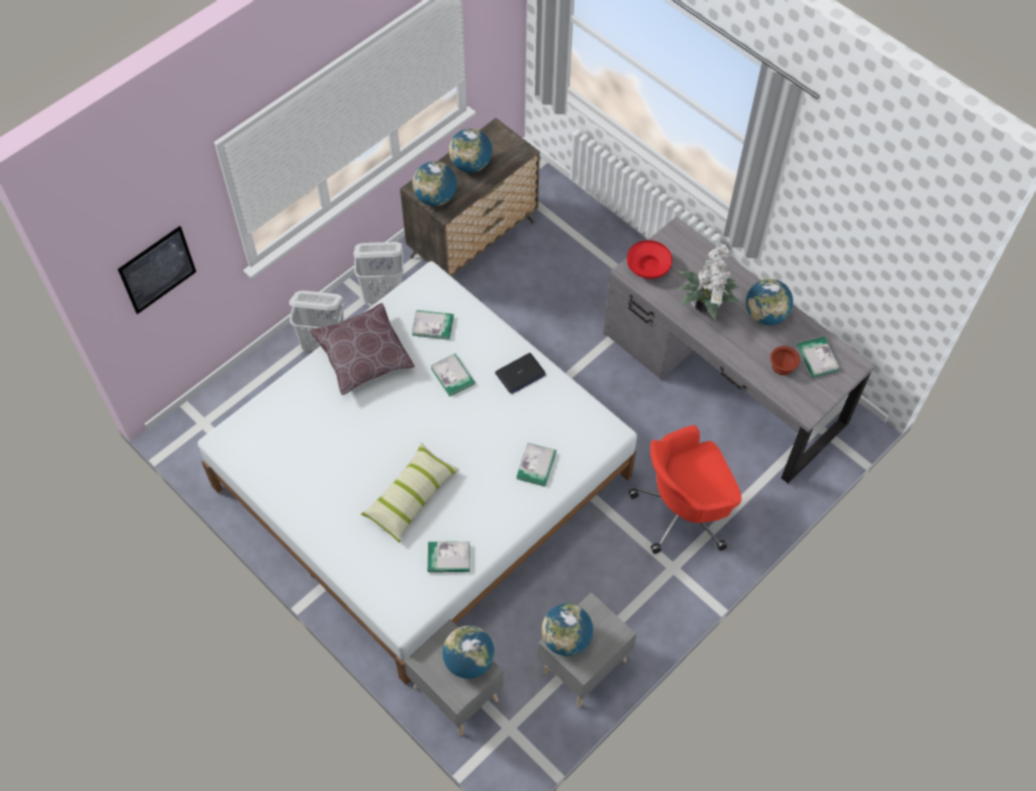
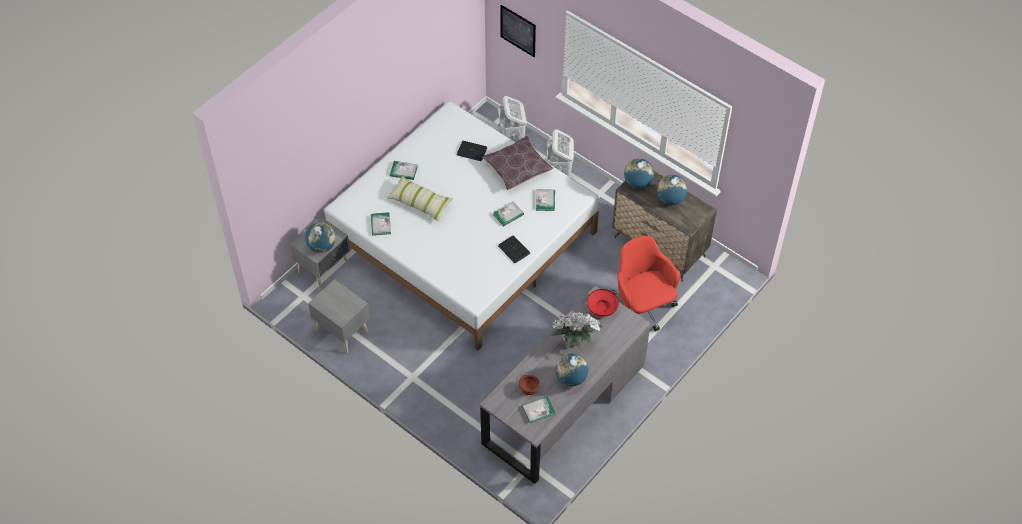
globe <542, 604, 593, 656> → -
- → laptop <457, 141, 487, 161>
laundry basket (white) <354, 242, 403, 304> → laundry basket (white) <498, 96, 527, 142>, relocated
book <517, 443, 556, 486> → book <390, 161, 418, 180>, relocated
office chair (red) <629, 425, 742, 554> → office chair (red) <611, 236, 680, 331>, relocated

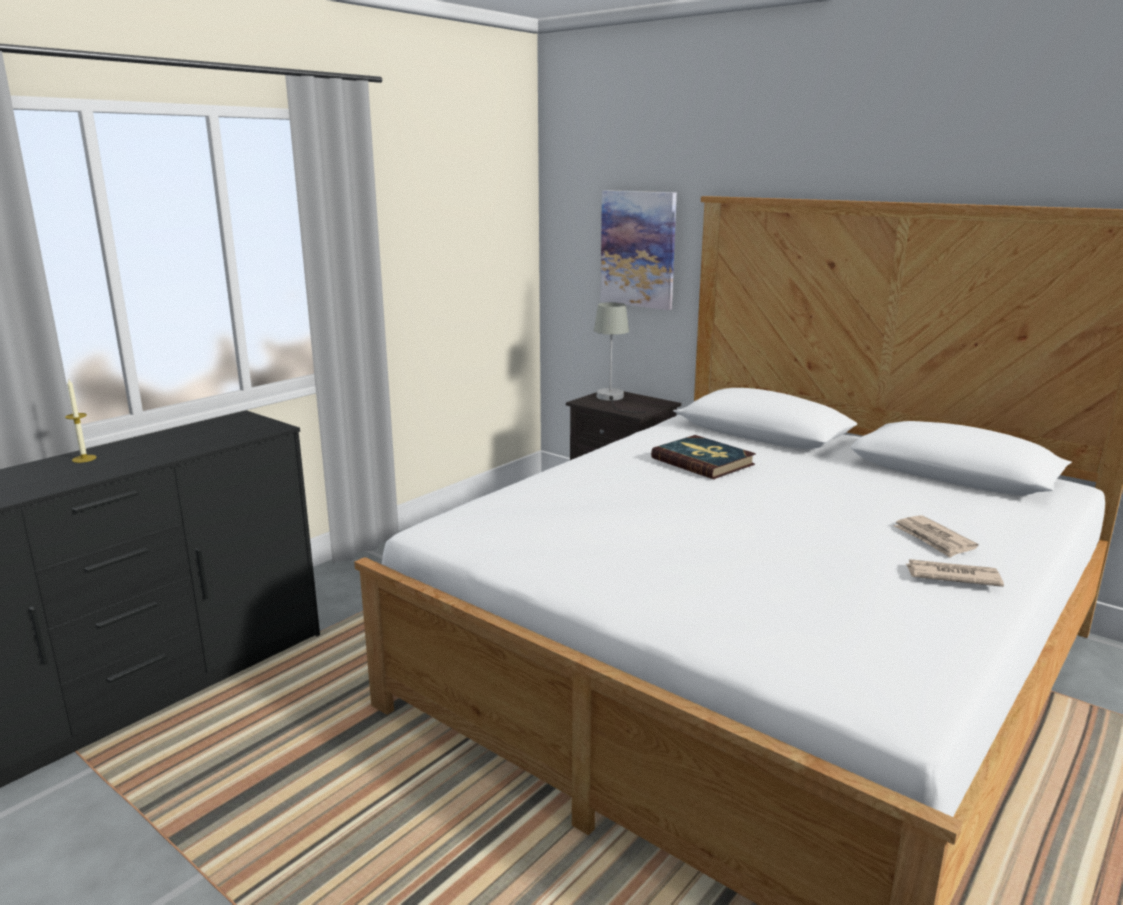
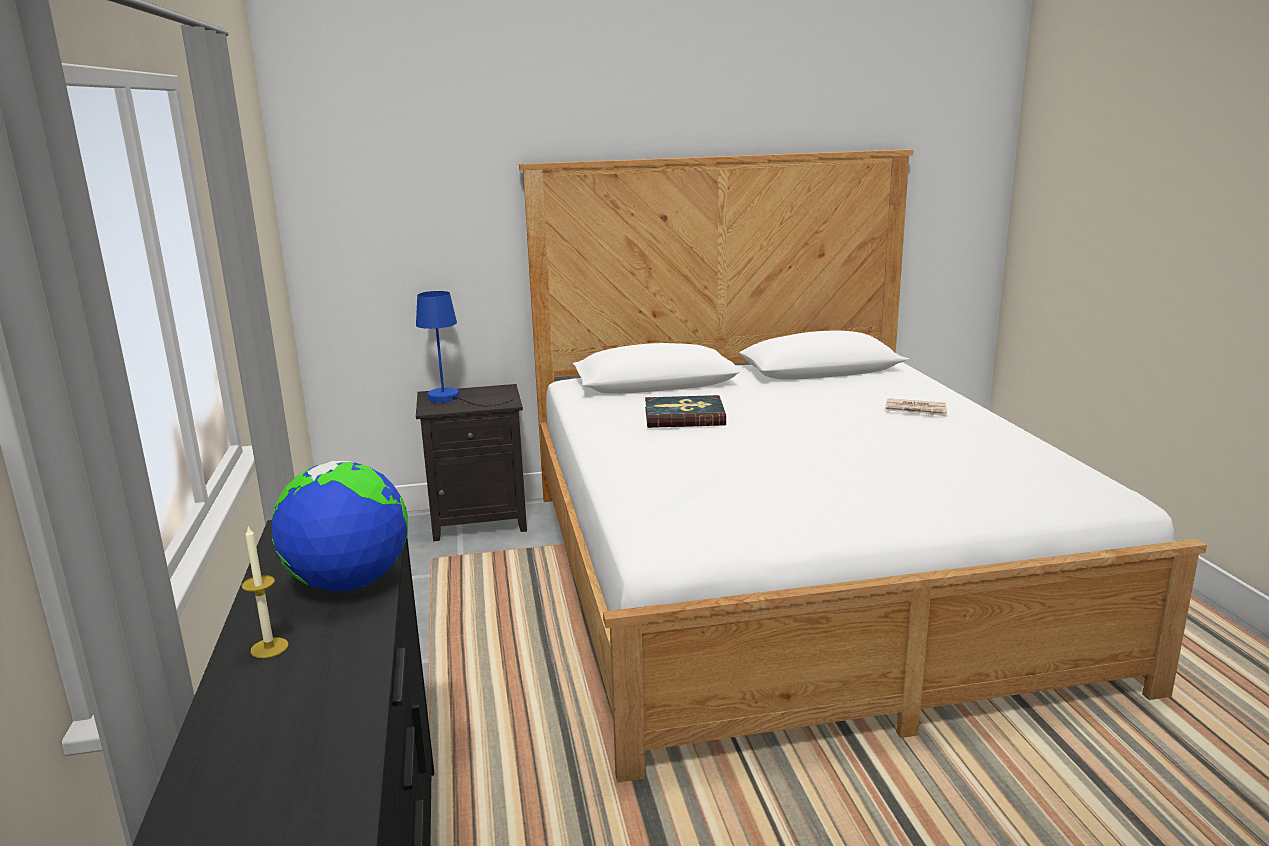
picture <600, 190, 677, 310> → -
newspaper <906, 559, 1004, 587> → -
- → globe <272, 461, 408, 591>
table lamp (grey) <594, 302, 646, 413> → table lamp (blue) <416, 291, 513, 406>

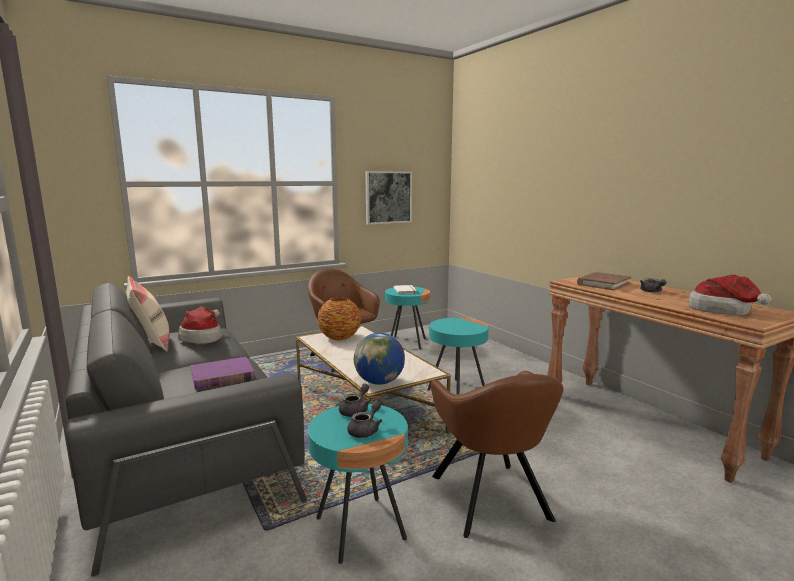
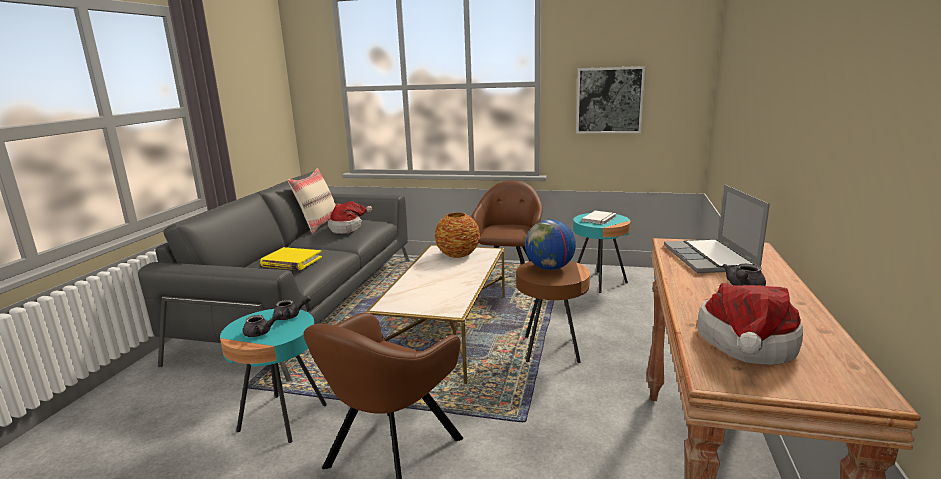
globe <354, 333, 405, 385> → globe <525, 220, 576, 270>, relocated
book (brown) <577, 272, 631, 291> → laptop <664, 185, 770, 273>
book (purple) <191, 357, 255, 390> → book (yellow) <260, 247, 322, 270>
side table (turquoise) <427, 318, 489, 395> → side table (brown) <516, 261, 590, 363>

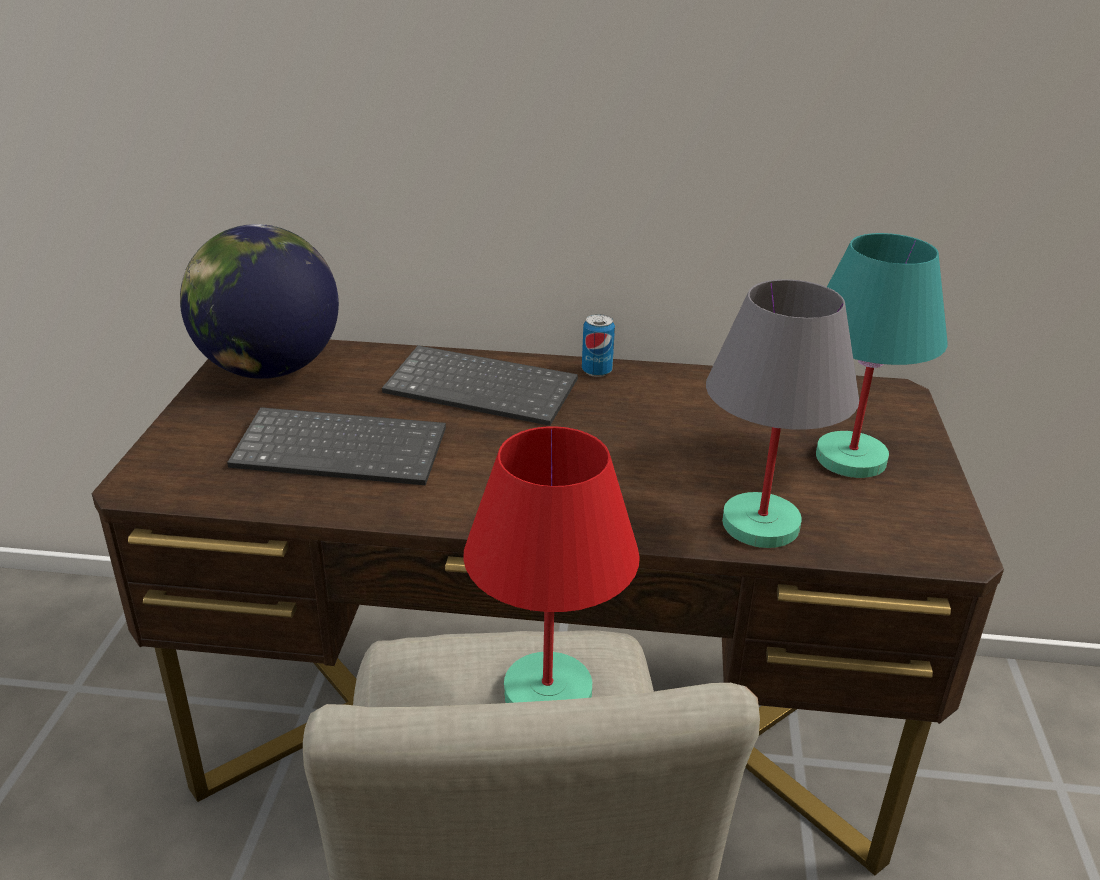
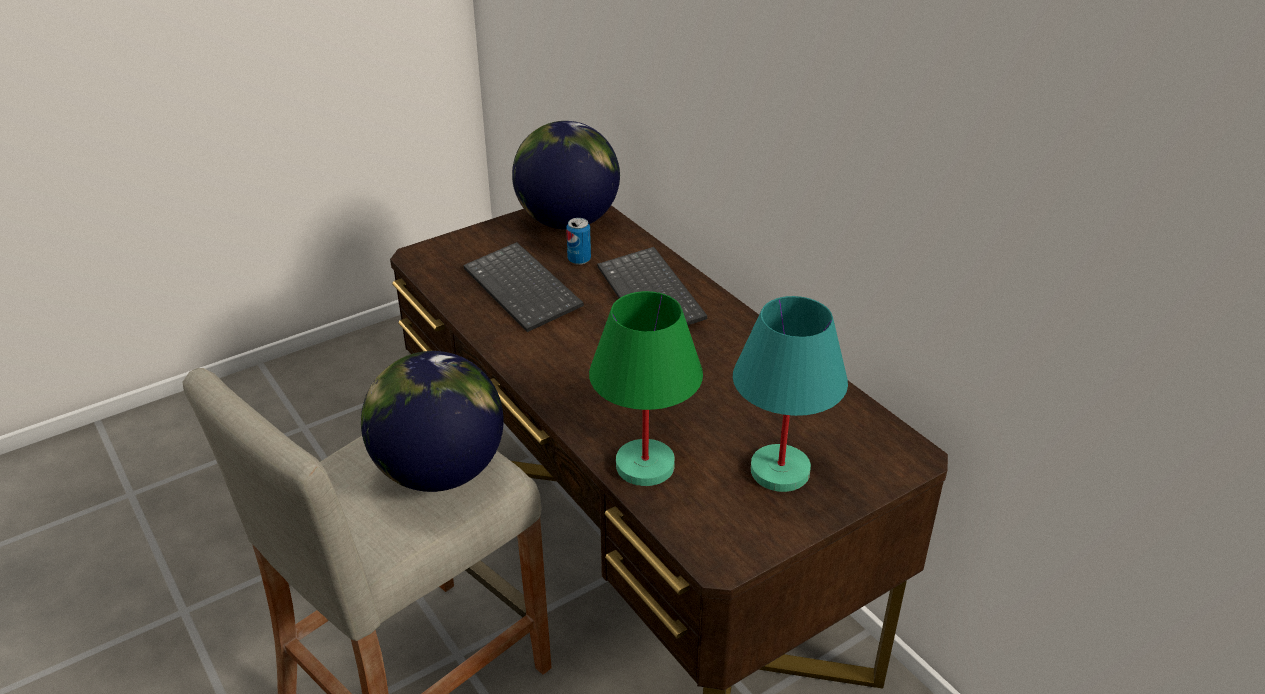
can <582, 314, 615, 377> → can <566, 218, 591, 265>, relocated
table lamp (red) <463, 426, 640, 703> → globe <361, 351, 504, 492>
table lamp (grey) <706, 279, 859, 548> → table lamp (green) <589, 291, 703, 486>

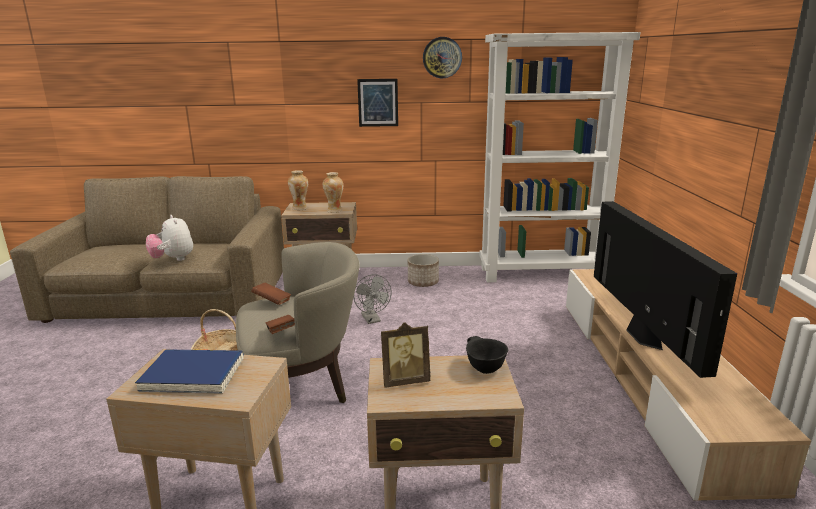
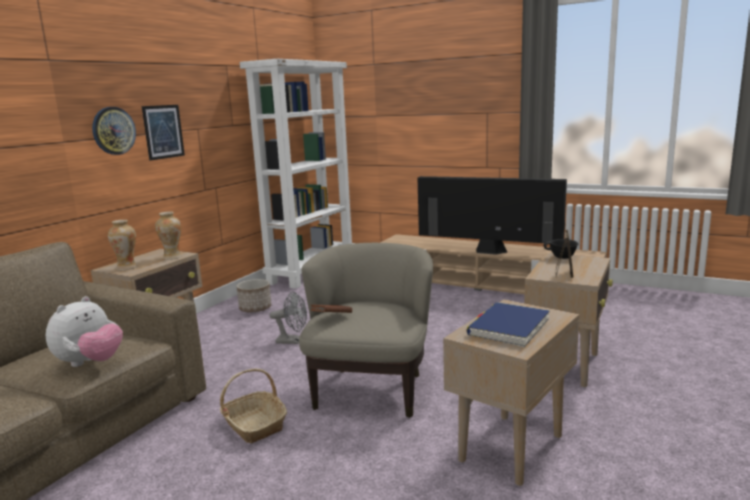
book (brown) <266, 315, 295, 334> → -
wall clock <423, 37, 462, 78> → wall clock <92, 107, 136, 155>, relocated
plush toy <146, 215, 193, 261> → plush toy <46, 296, 123, 367>, 60 degrees counterclockwise

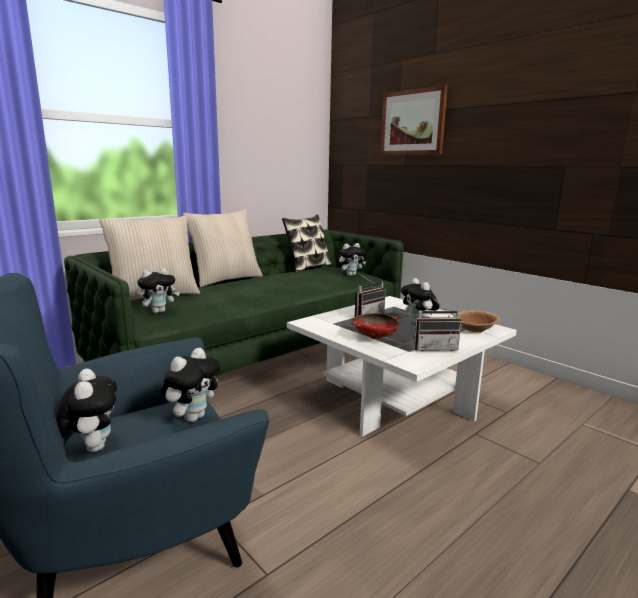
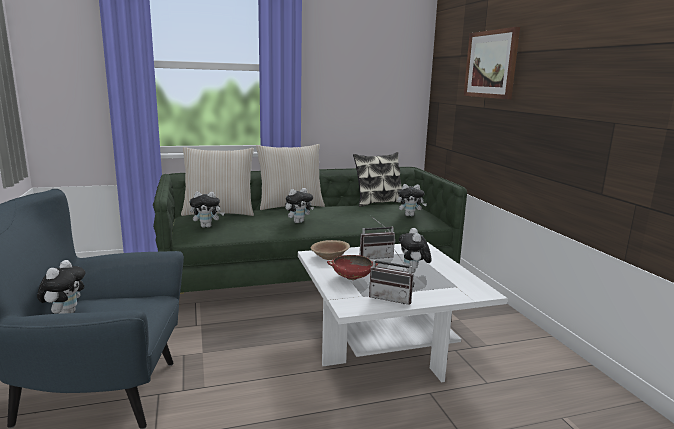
plush toy <161, 348, 220, 422> → plush toy <285, 188, 314, 223>, relocated
bowl (brown) <454, 310, 500, 332> → bowl (brown) <311, 240, 350, 260>, relocated

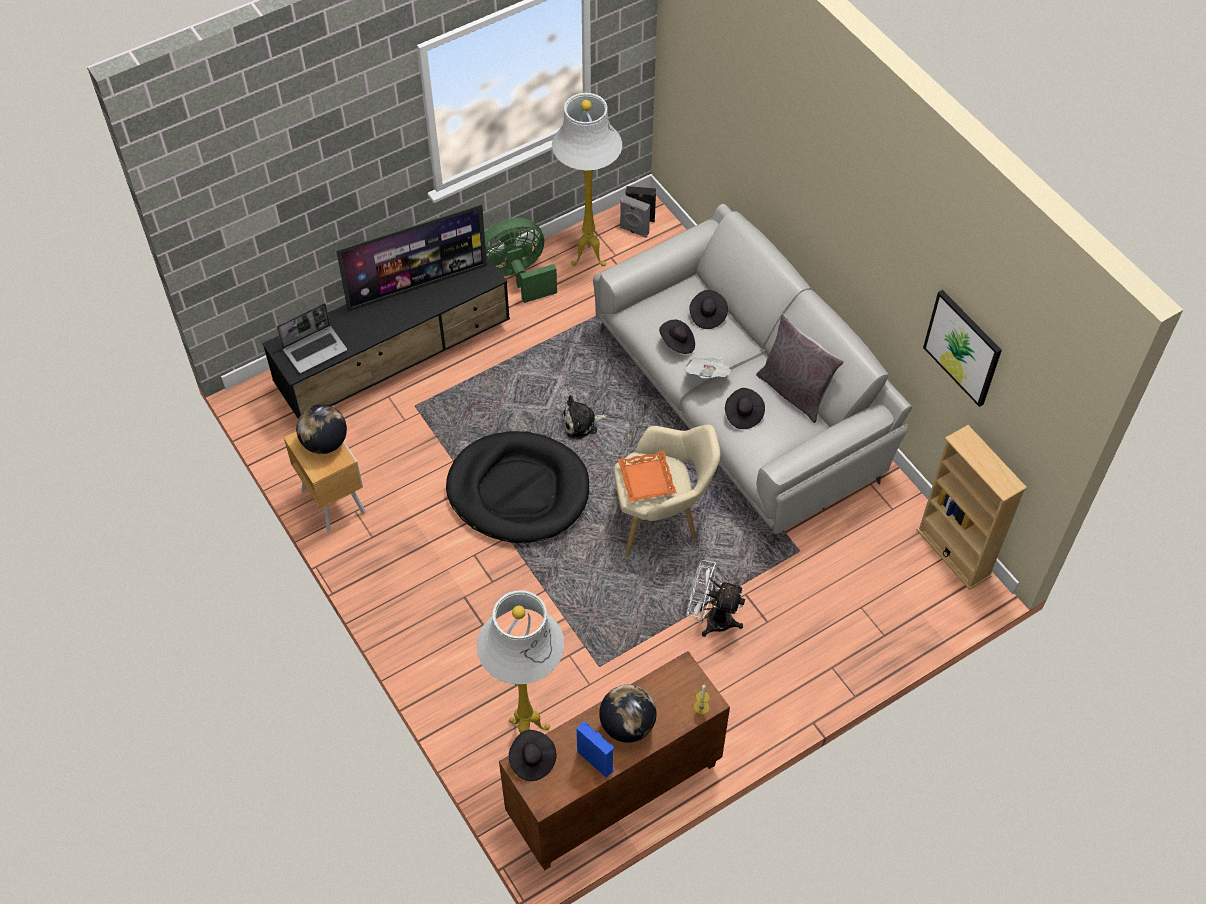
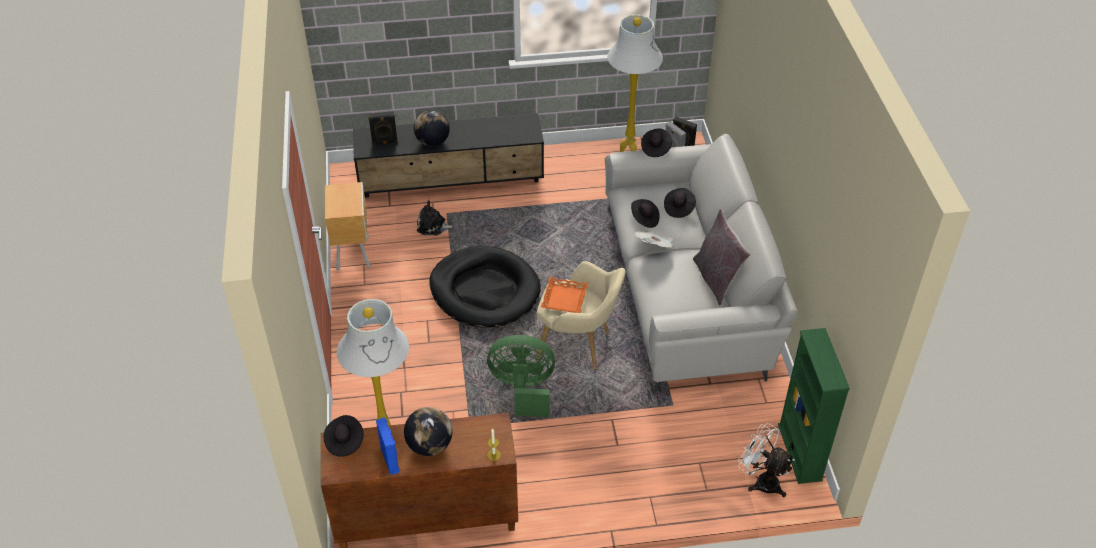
television <336, 204, 487, 312> → -
picture <923, 290, 1002, 407> → -
globe <296, 404, 347, 454> → globe <414, 110, 450, 146>, relocated
fan (green) <484, 218, 557, 303> → fan (green) <487, 335, 555, 417>, relocated
plush toy <562, 395, 607, 440> → plush toy <417, 201, 454, 236>, relocated
fan (white) <687, 560, 745, 637> → fan (white) <738, 423, 795, 497>, relocated
hat (black) <725, 388, 765, 429> → hat (black) <641, 128, 672, 157>, relocated
laptop <277, 303, 347, 373> → speaker (black) <368, 111, 398, 146>
bookcase (beige) <917, 425, 1027, 590> → bookcase (green) <778, 328, 850, 484>

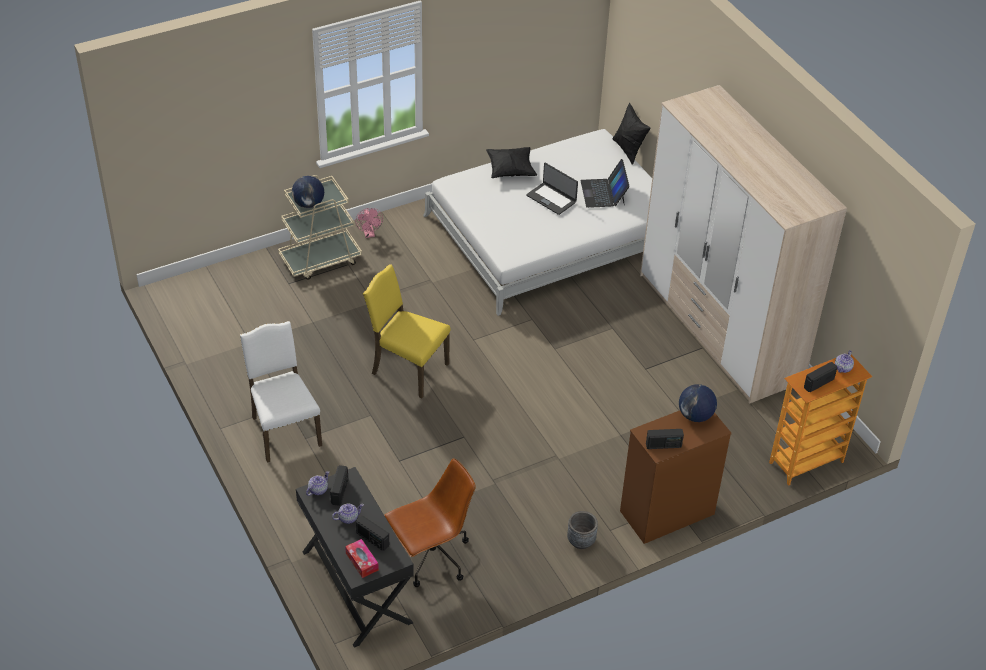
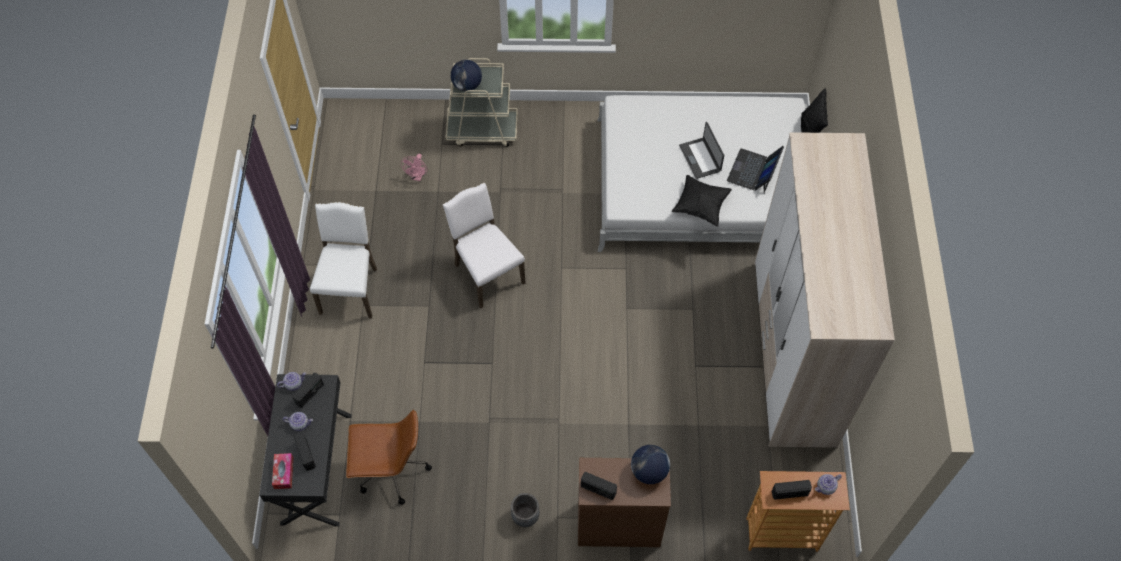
fan (pink) <356, 208, 383, 238> → fan (pink) <401, 154, 427, 181>, relocated
pillow (black) <486, 147, 537, 178> → pillow (black) <672, 175, 732, 227>, relocated
chair (yellow) <363, 264, 451, 399> → chair (white) <443, 183, 525, 308>

